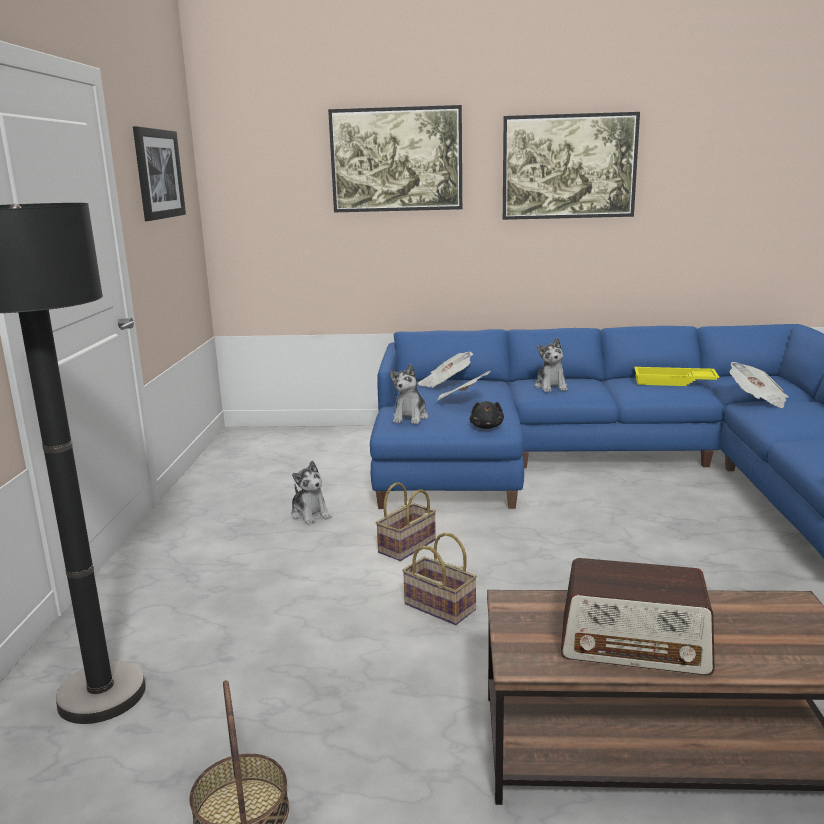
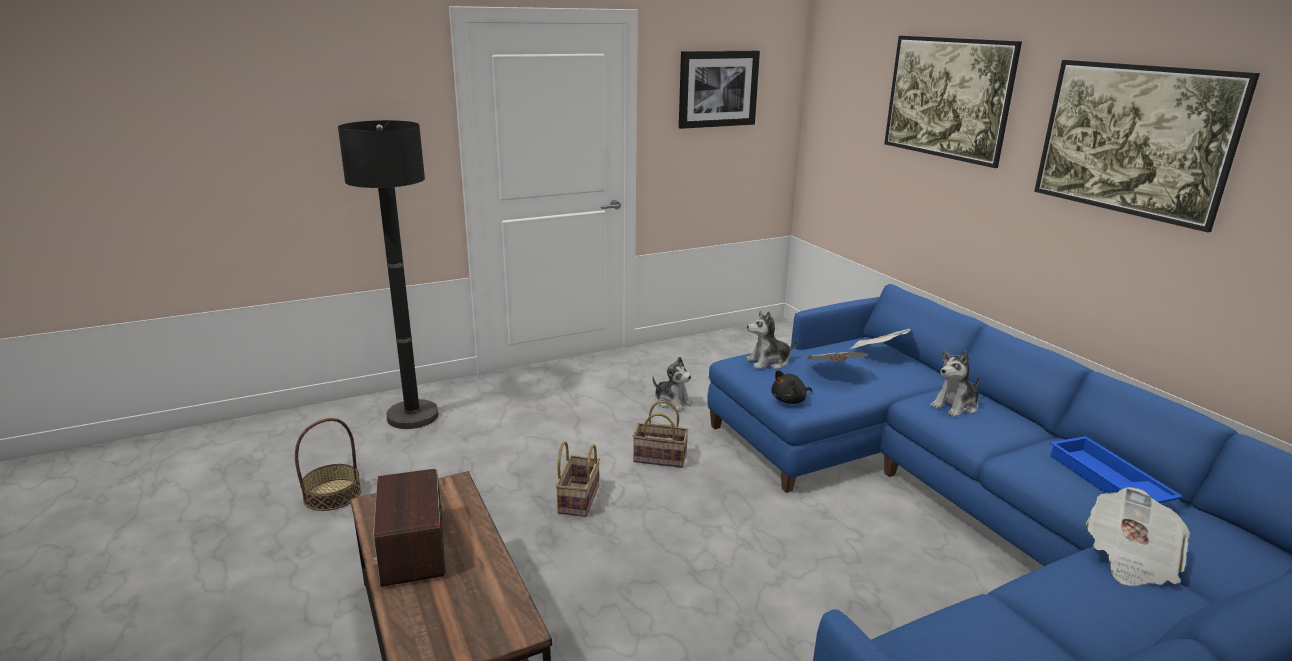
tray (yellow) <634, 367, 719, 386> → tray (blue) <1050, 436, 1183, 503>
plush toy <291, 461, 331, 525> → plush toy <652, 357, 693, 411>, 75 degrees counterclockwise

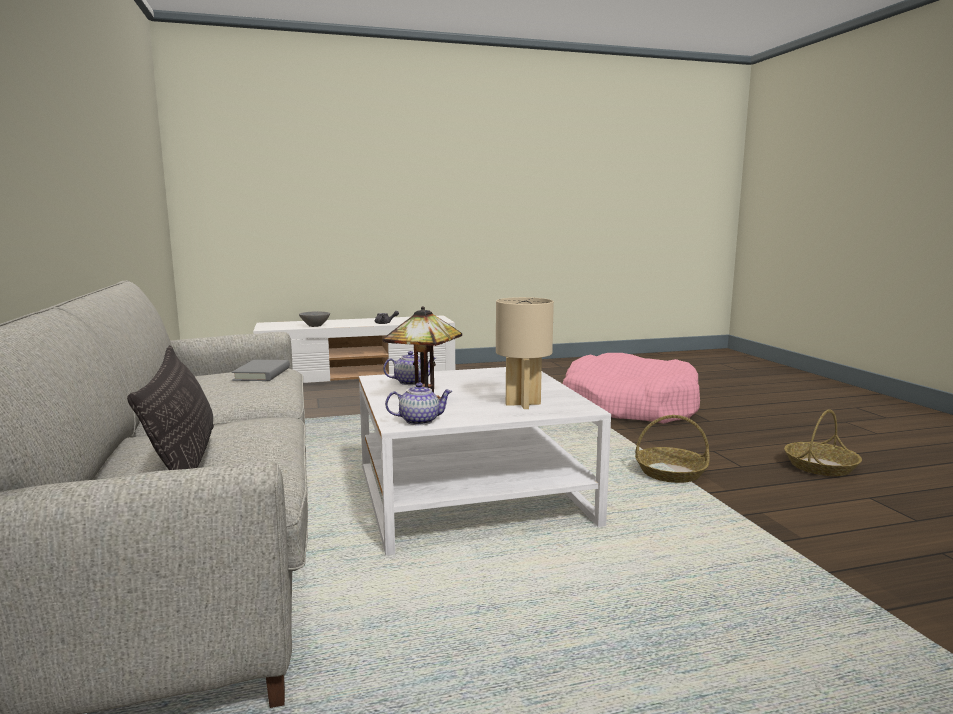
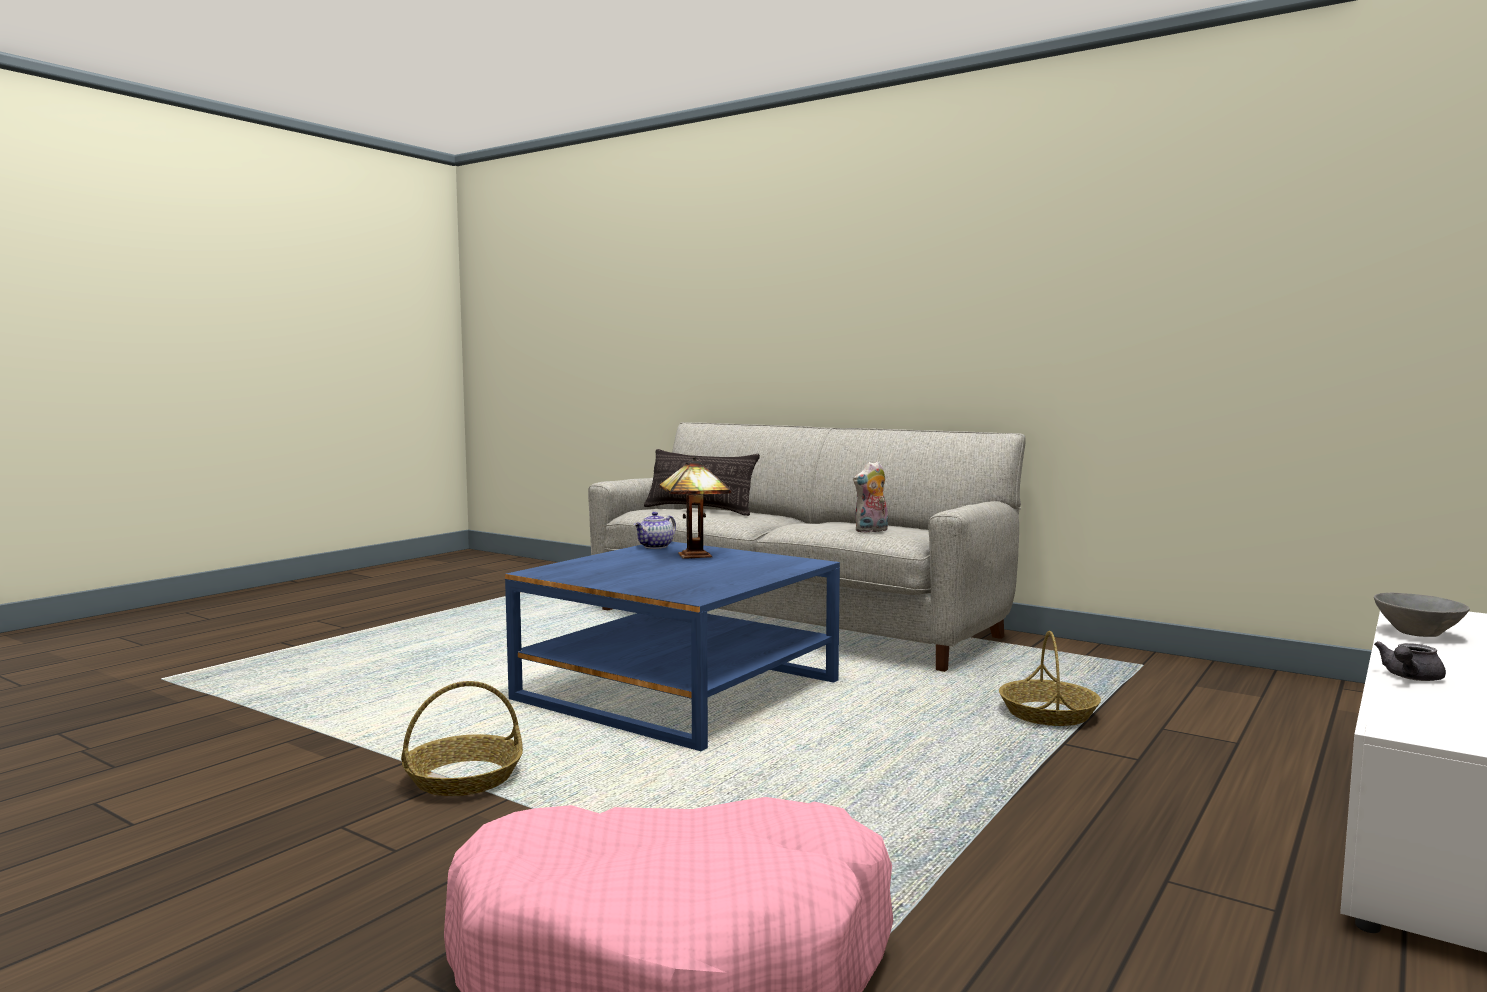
teapot <383, 351, 436, 385> → -
table lamp (beige) <496, 297, 554, 409> → -
basket <784, 409, 862, 476> → basket <999, 631, 1101, 726>, relocated
book (grey) <232, 360, 290, 381> → plush toy <853, 461, 888, 533>
coffee table (white) <359, 367, 611, 556> → coffee table (blue) <505, 542, 840, 751>

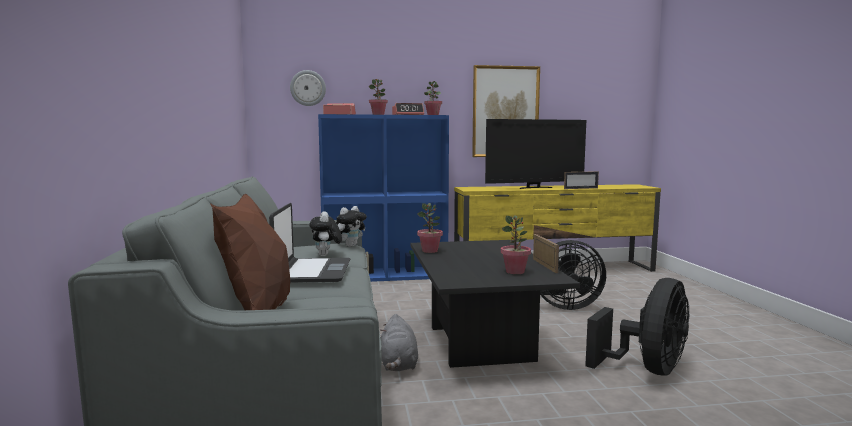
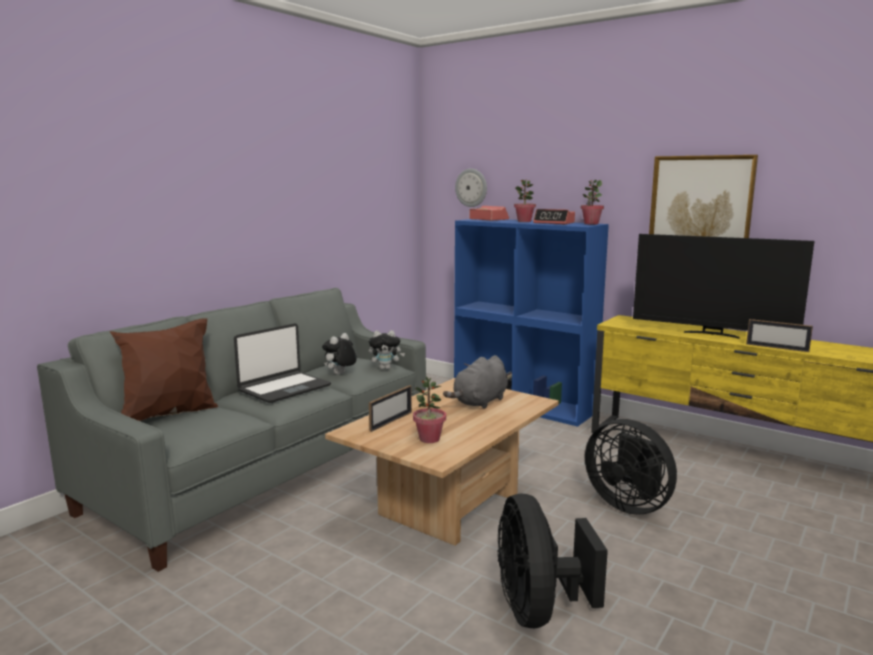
potted plant <417, 203, 443, 253> → -
plush toy (grey) <380, 314, 418, 371> → plush toy (grey) <443, 355, 508, 409>, relocated
picture frame <533, 234, 559, 273> → picture frame <369, 385, 412, 432>, relocated
coffee table (black) <411, 240, 580, 368> → coffee table (beige) <325, 378, 559, 546>
fan (black) <585, 278, 689, 375> → fan (black) <497, 493, 608, 628>, 90 degrees clockwise

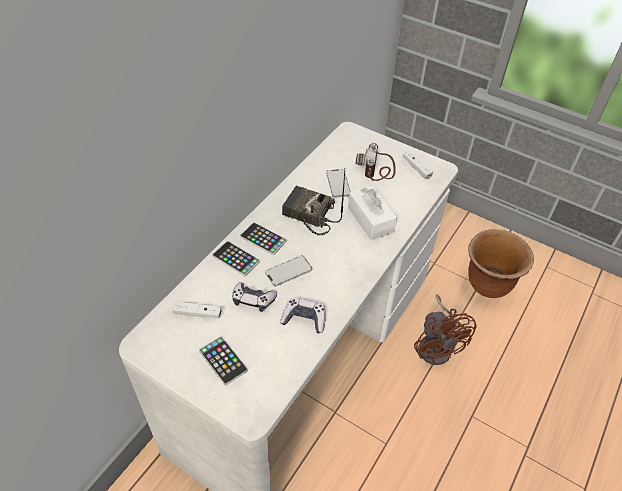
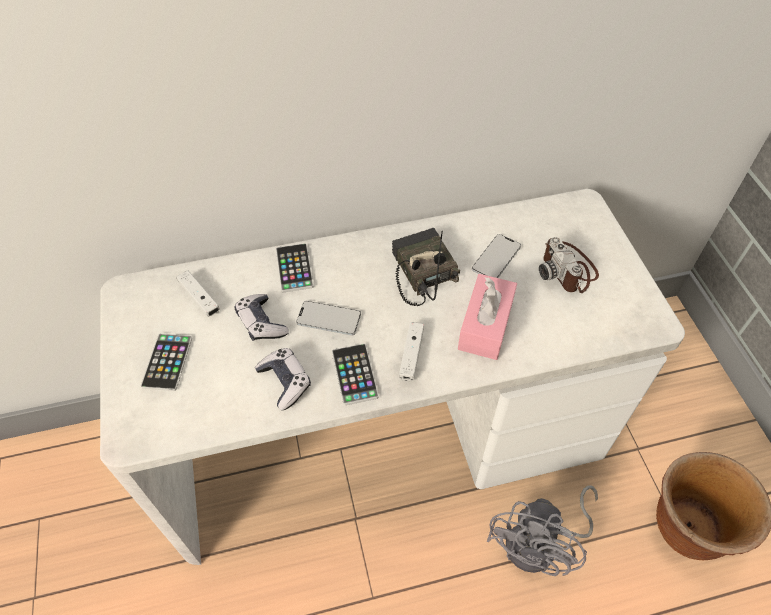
phone <240, 222, 287, 255> → phone <332, 344, 379, 405>, relocated
game controller (white) <403, 151, 433, 179> → game controller (white) <399, 322, 424, 382>, relocated
tissue box (white) <348, 186, 397, 240> → tissue box (pink) <458, 274, 517, 360>
fan (brown) <414, 294, 476, 365> → fan (grey) <487, 485, 598, 576>
photo camera <356, 143, 396, 181> → photo camera <539, 237, 599, 293>, 75 degrees counterclockwise

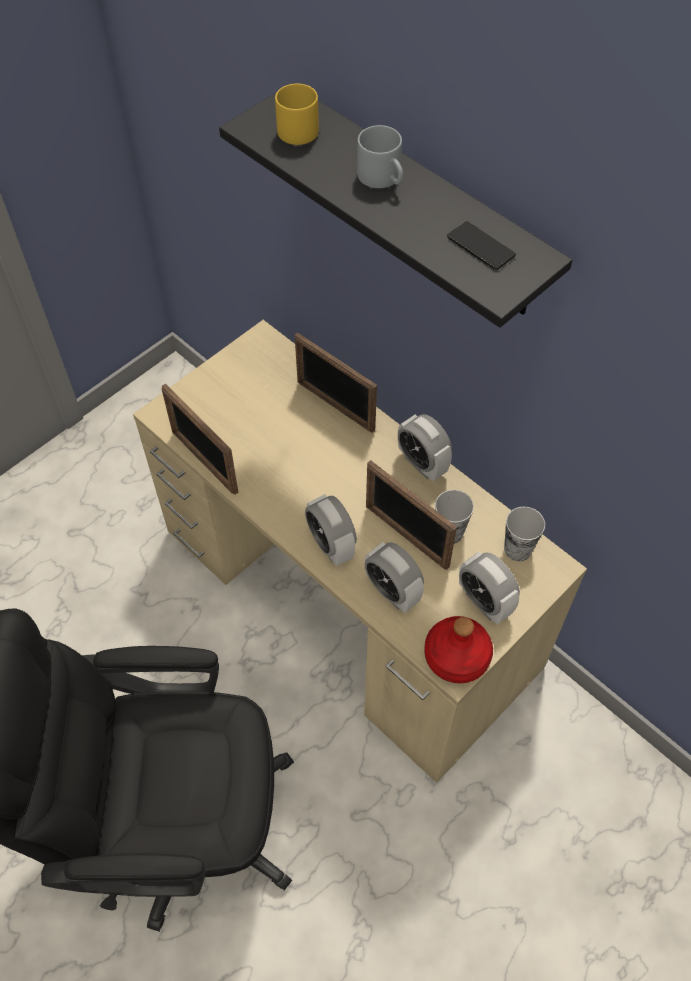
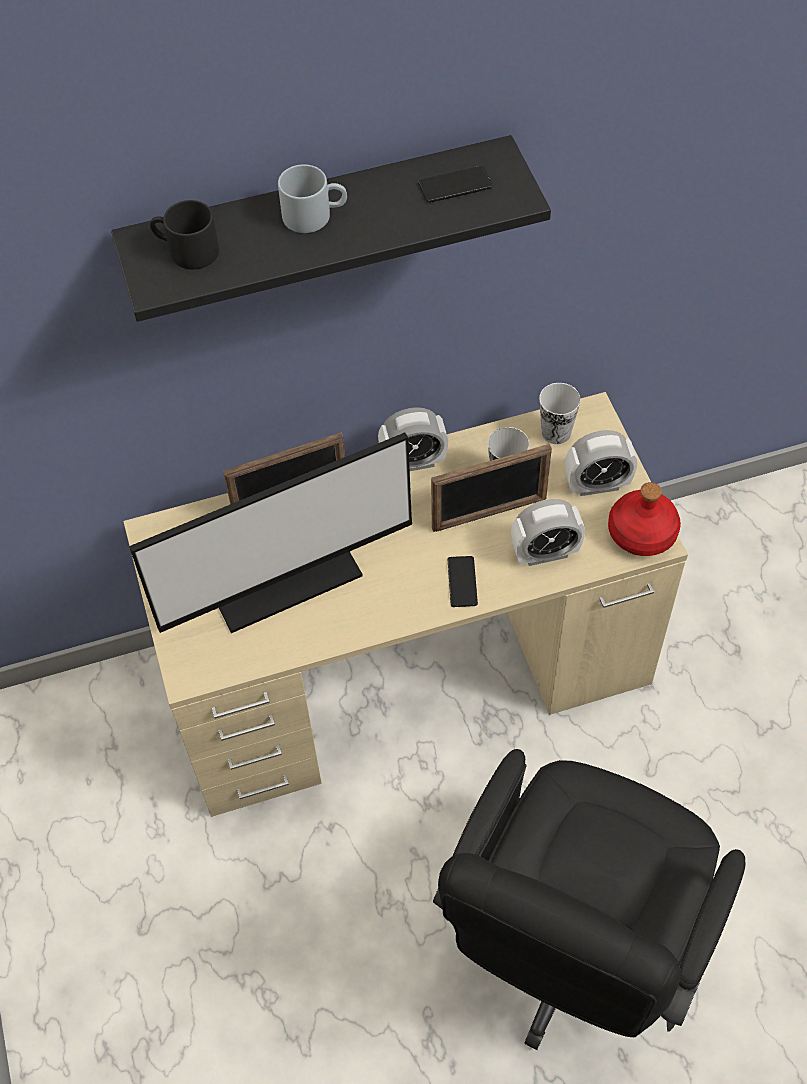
picture frame <162, 384, 238, 495> → -
- → monitor <129, 433, 412, 633>
alarm clock <305, 494, 357, 566> → phone <448, 556, 478, 607>
mug (yellow) <275, 84, 319, 145> → mug (black) <150, 200, 219, 269>

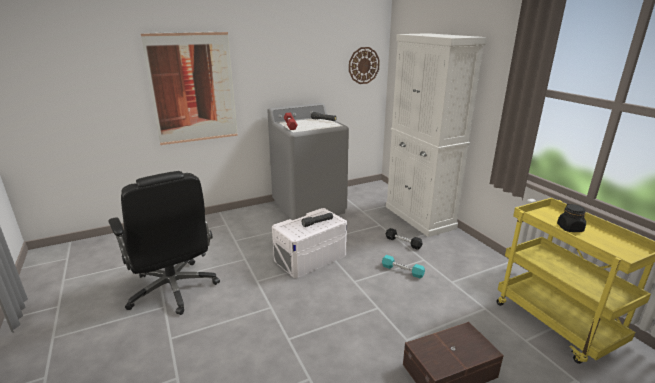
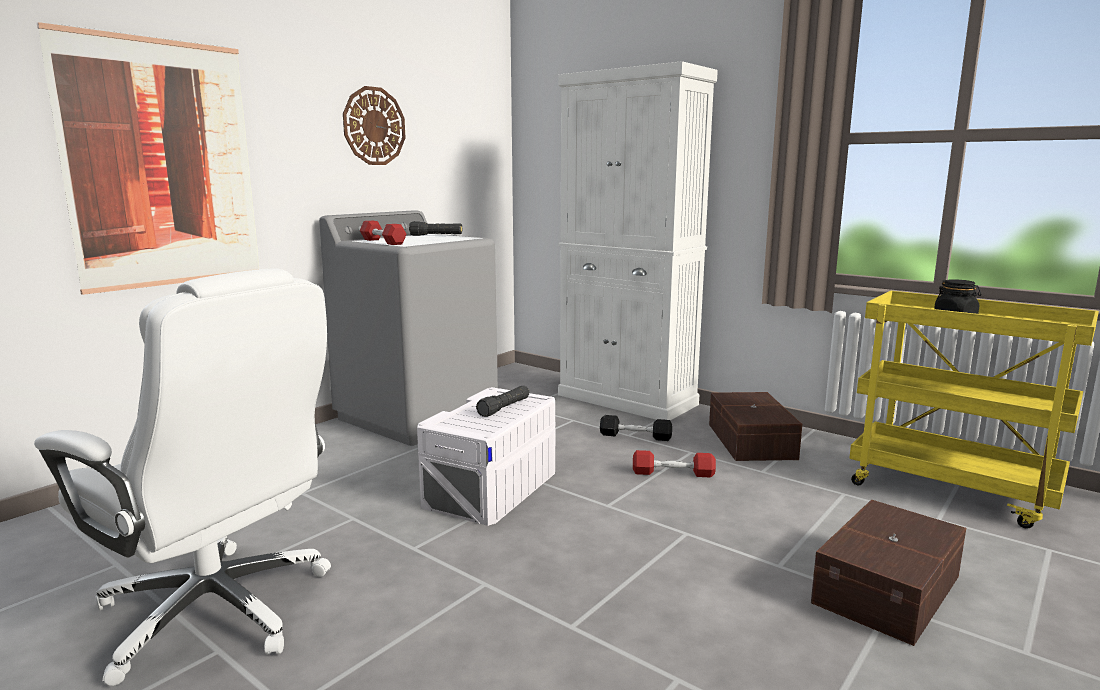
- → storage box (brown) <709, 392, 802, 461>
wall clock <349, 47, 380, 84> → wall clock <343, 86, 405, 165>, relocated
office chair (black) <108, 171, 220, 315> → office chair (white) <34, 268, 331, 686>
dumbbell (turquoise) <382, 255, 425, 278> → dumbbell (red) <633, 450, 716, 477>

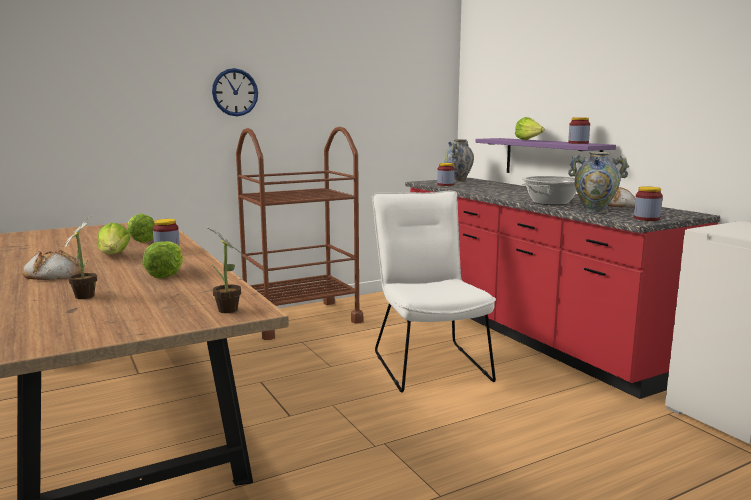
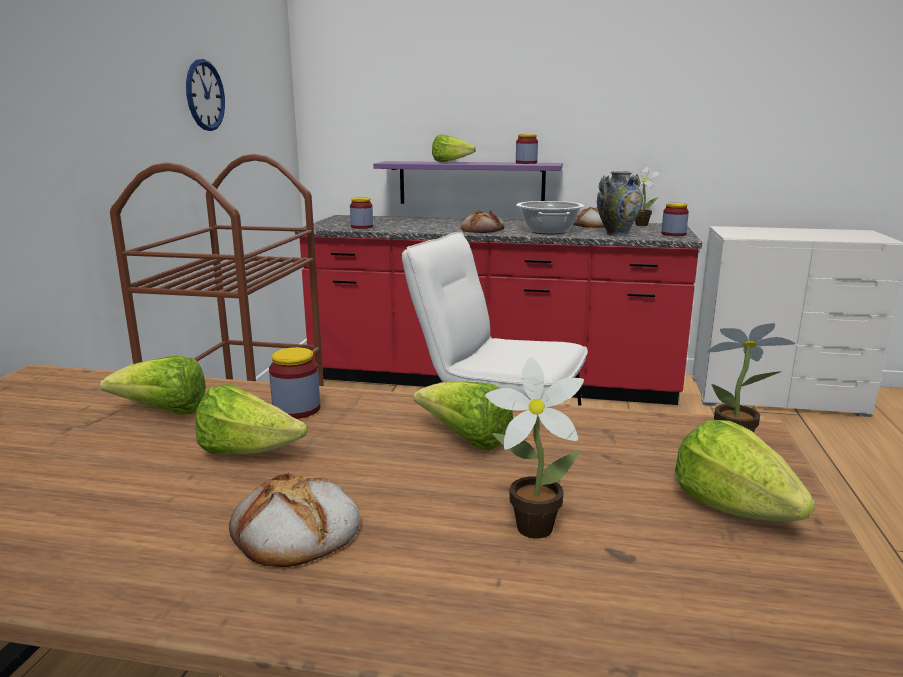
vase <444, 139, 474, 182> → -
- → bread <461, 210, 504, 233>
- → potted plant <635, 167, 661, 226>
- → lettuce <675, 420, 815, 521>
wall clock <212, 68, 258, 116> → wall clock <186, 59, 225, 131>, relocated

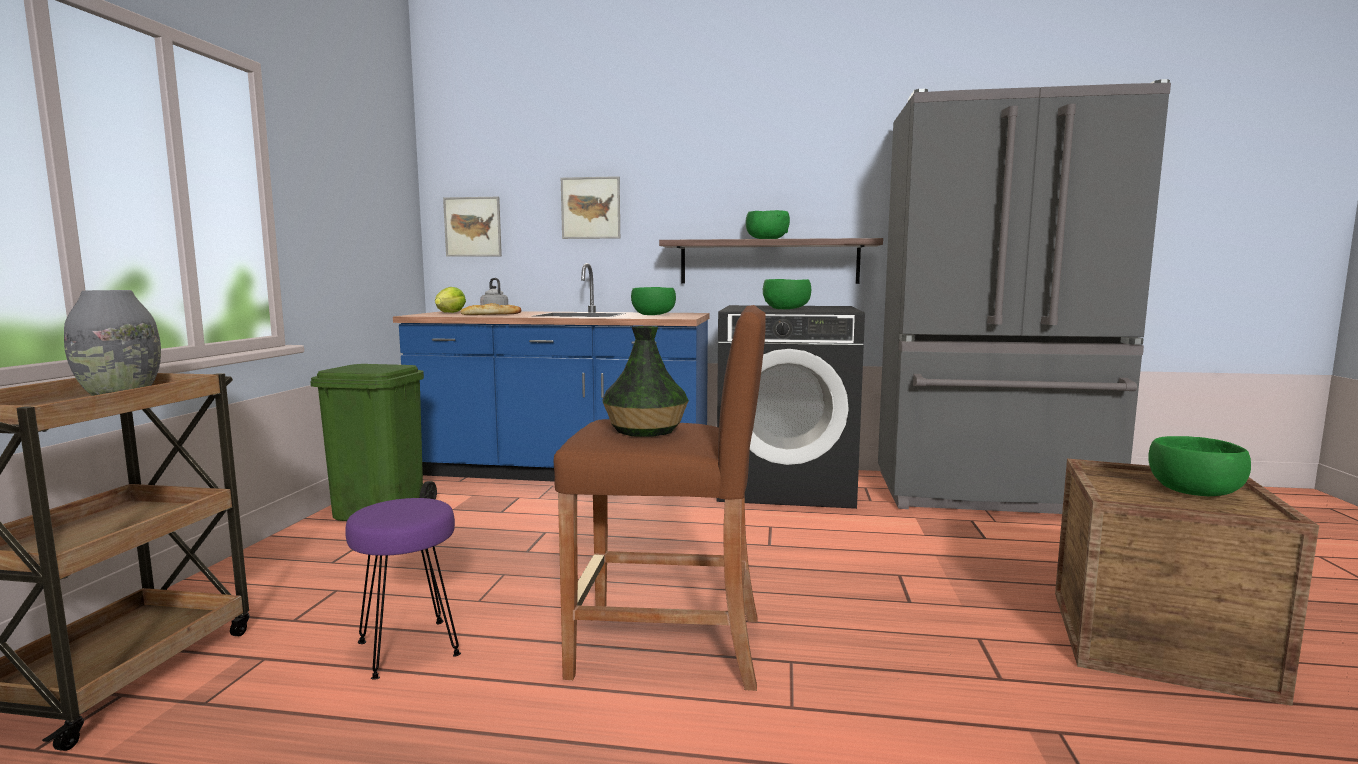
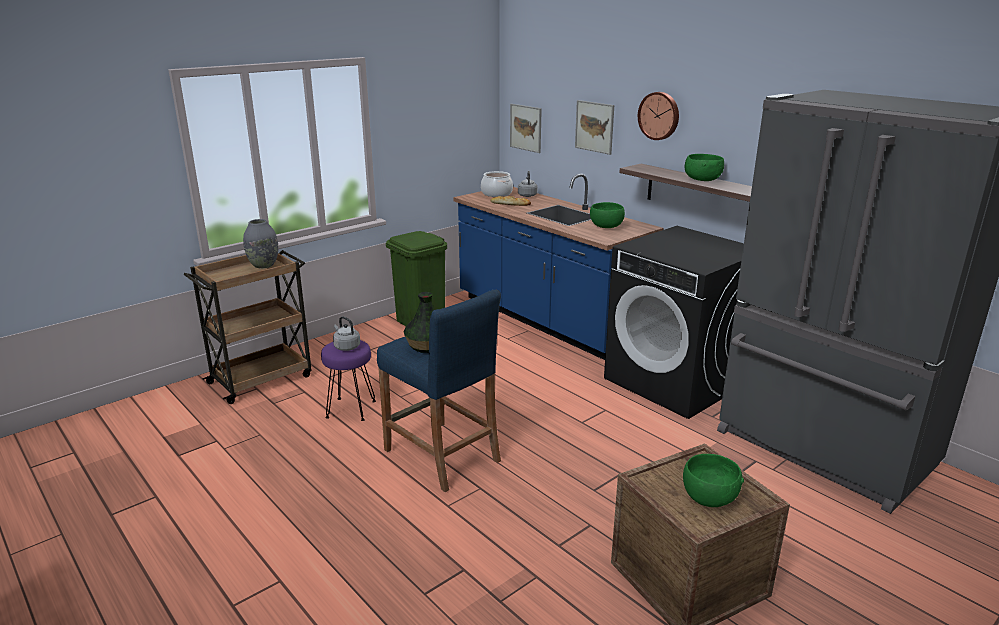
bowl (green) <763, 279, 811, 309> → -
- → kettle (grey) <333, 316, 360, 351>
- → wall clock <638, 92, 679, 140>
lettuce <435, 287, 466, 313> → cooking pot <481, 171, 513, 197>
stool (brown) <554, 305, 766, 691> → stool (blue) <377, 290, 501, 492>

